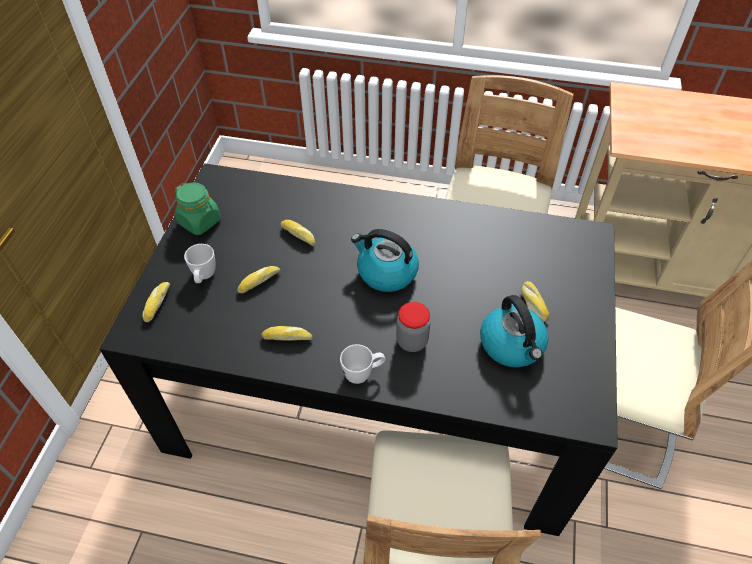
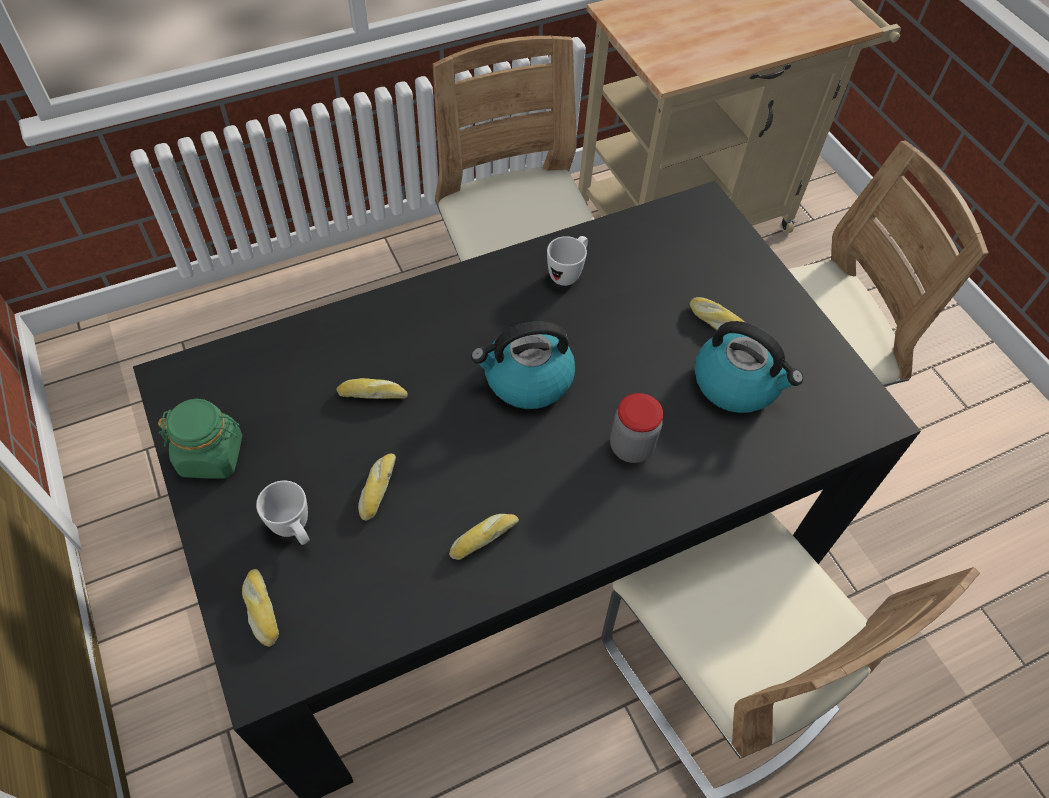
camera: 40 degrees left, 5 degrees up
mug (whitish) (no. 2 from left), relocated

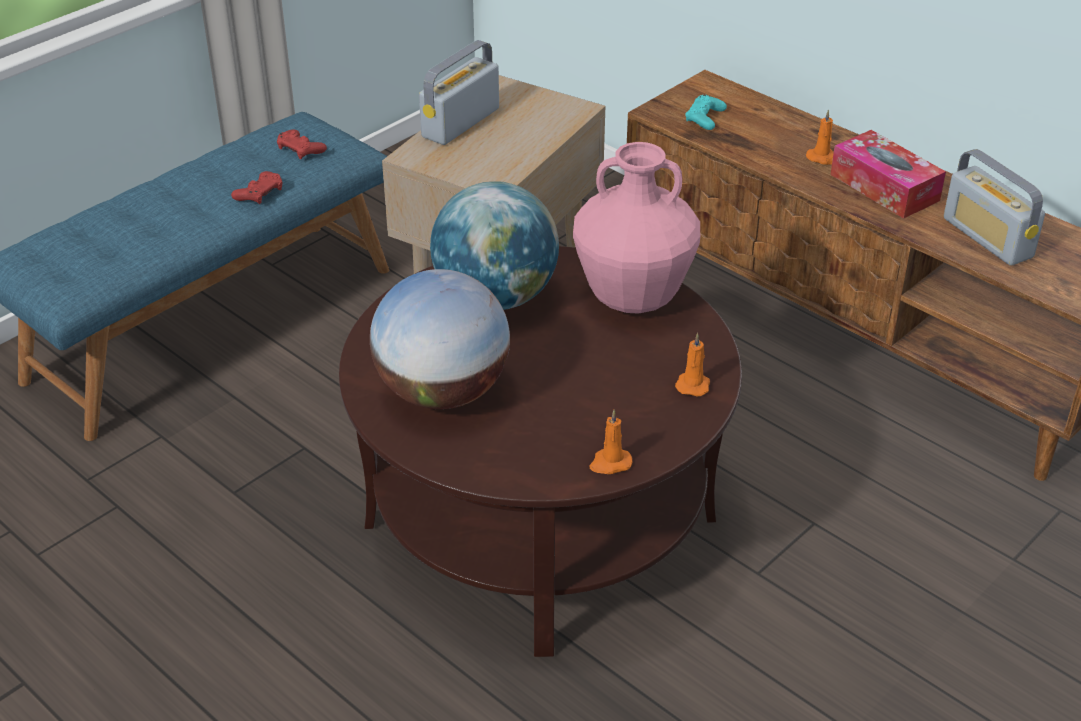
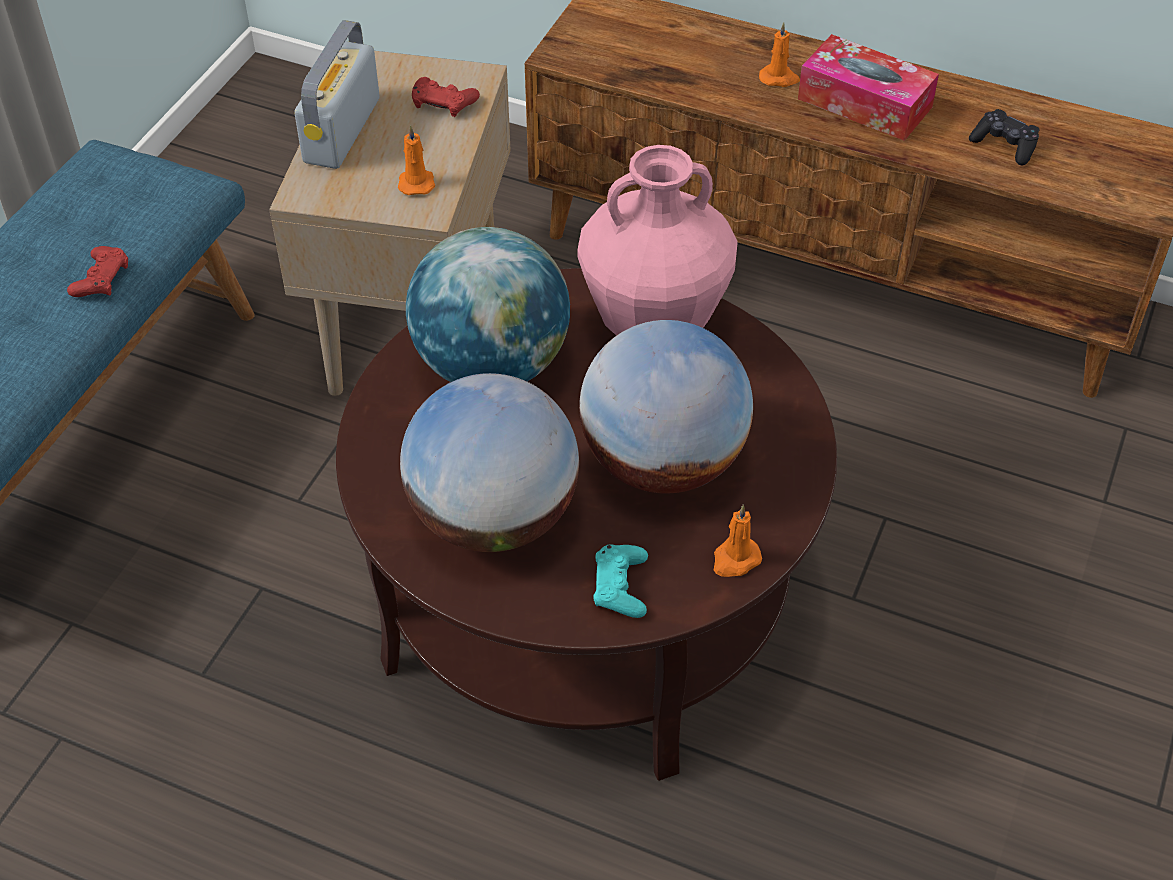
camera: 20 degrees left, 10 degrees up
wax candle (orangey) (no. 2 from left in the first image) → wax candle (orangey) (no. 1 from left), relocated
game controller (red) (no. 2 from left), relocated
- → world globe (no. 3 from left)
game controller (blue-green), relocated
radio set (no. 2 from left) → game controller (black)

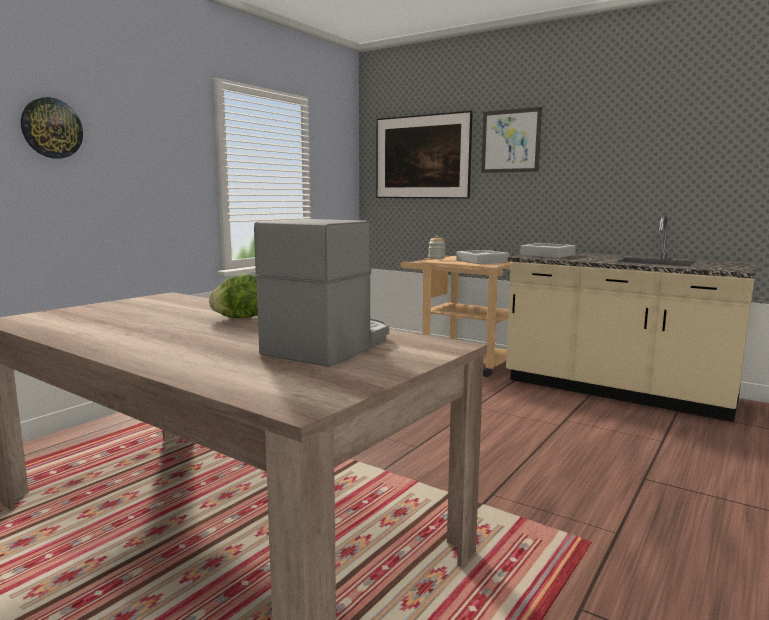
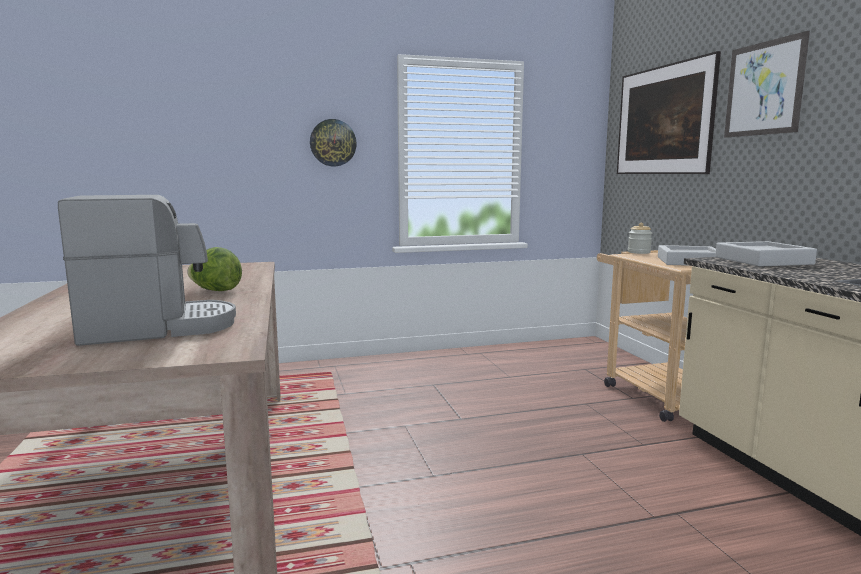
camera: 40 degrees right, 0 degrees up
hanging clock, relocated

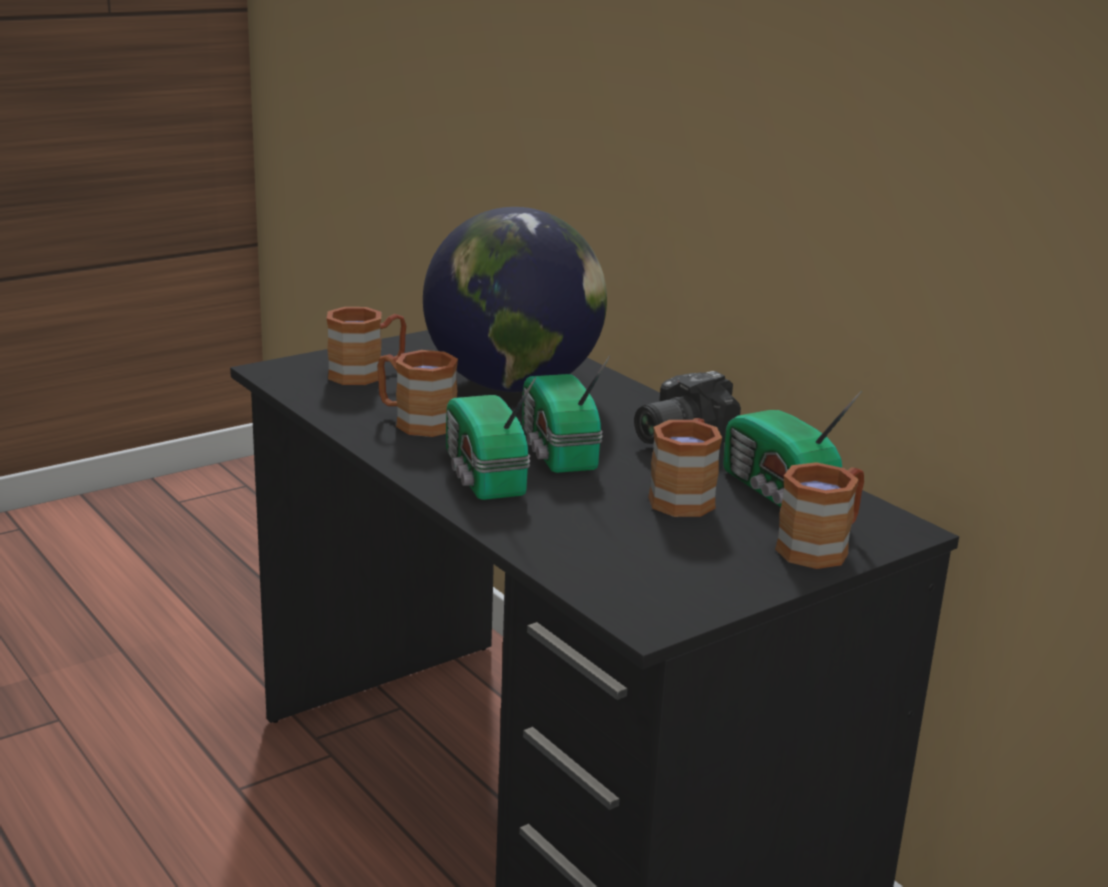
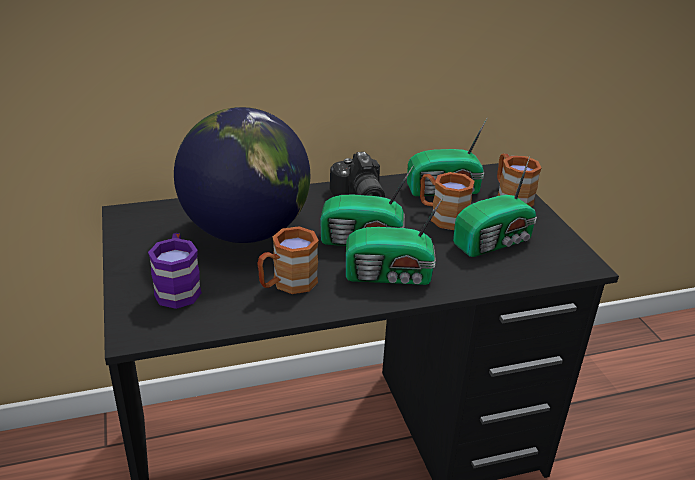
camera: 70 degrees left, 10 degrees up
mug (brownish) (no. 1 from left) → mug (purple-coloured)
- → radio set (no. 4 from left)

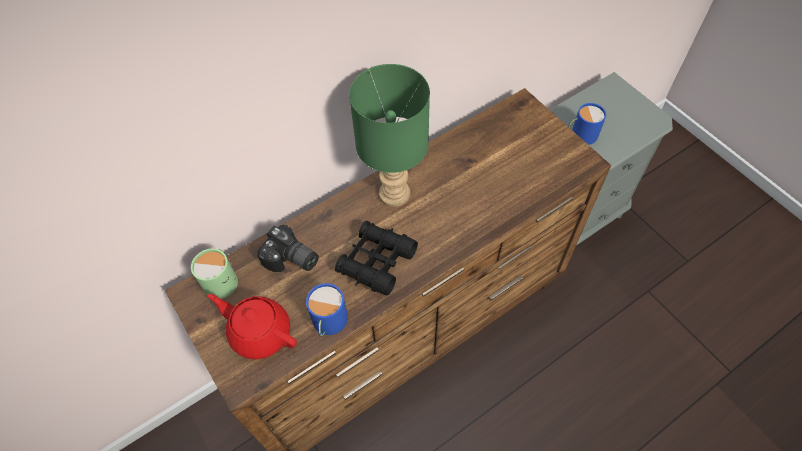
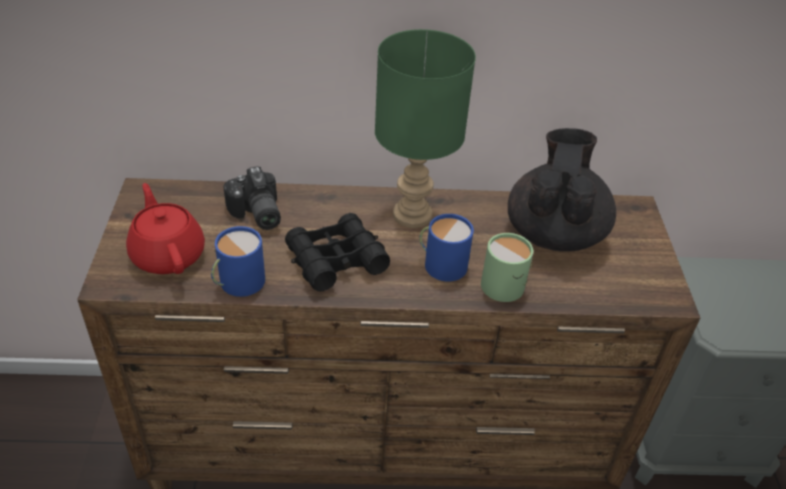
camera: 30 degrees right, 15 degrees down
mug (blue-coloured) (no. 2 from left), relocated
mug (greenish), relocated
- → teapot (black)

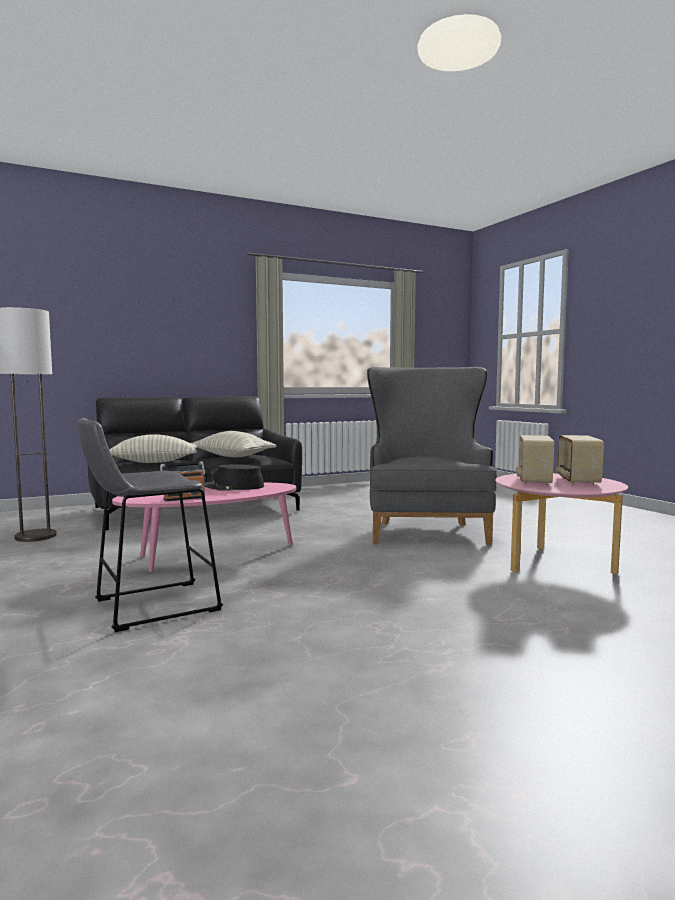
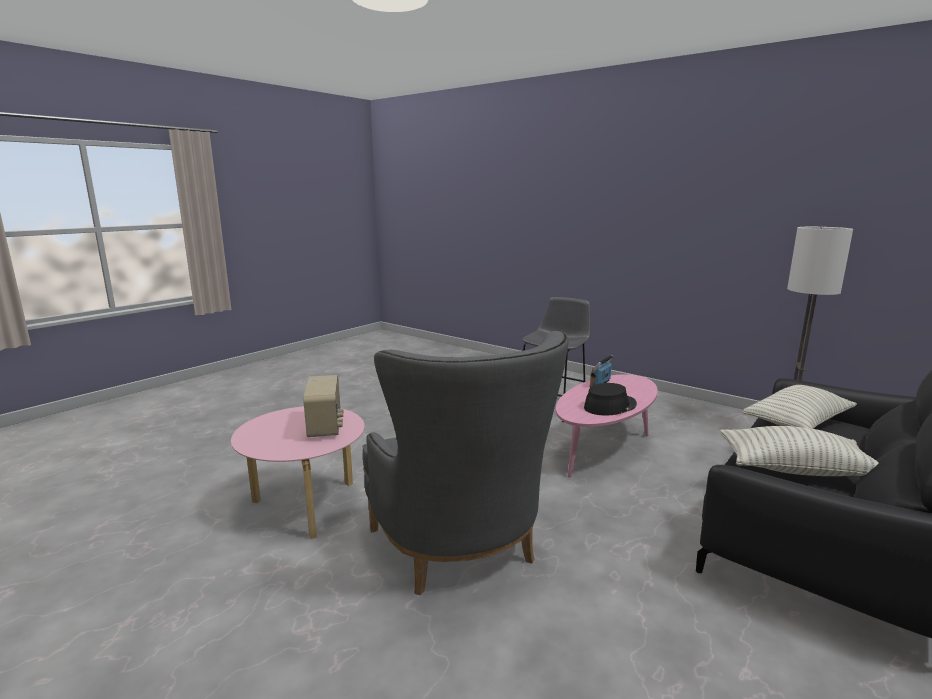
camera: 155 degrees right, 10 degrees up
radio set (no. 3 from left) → -

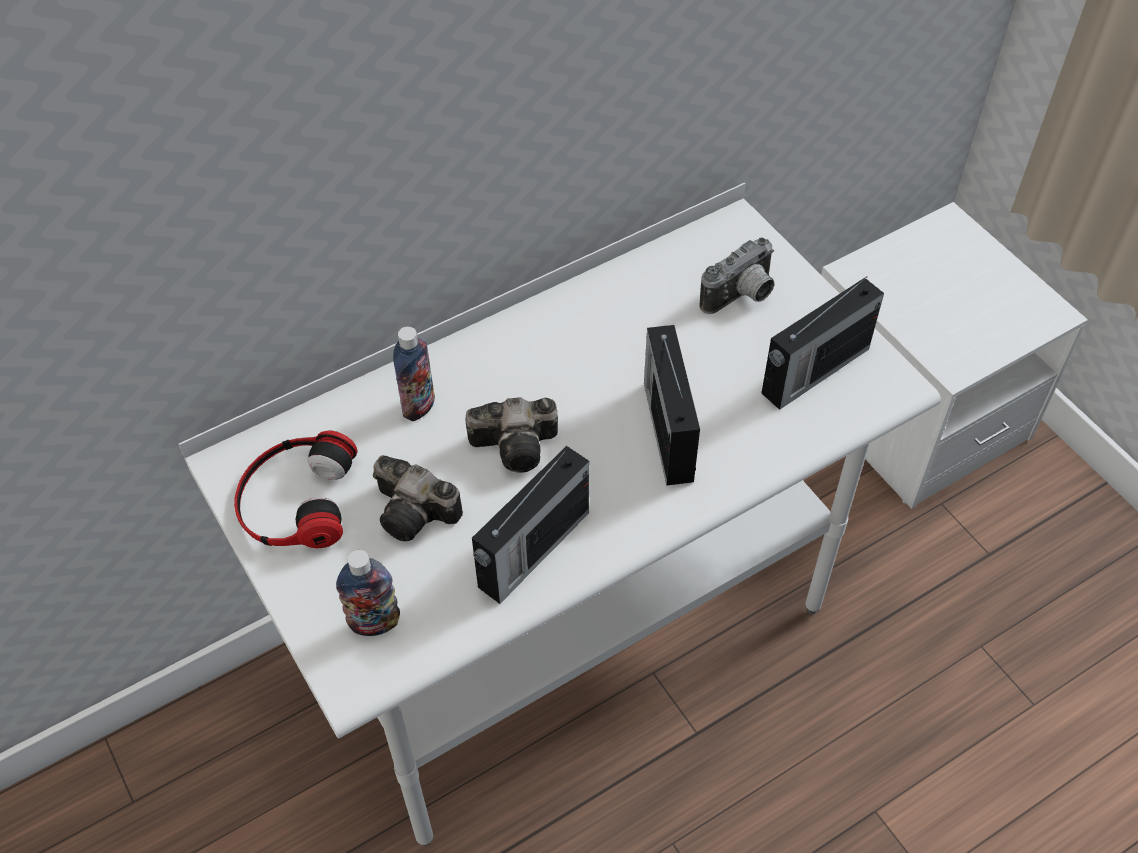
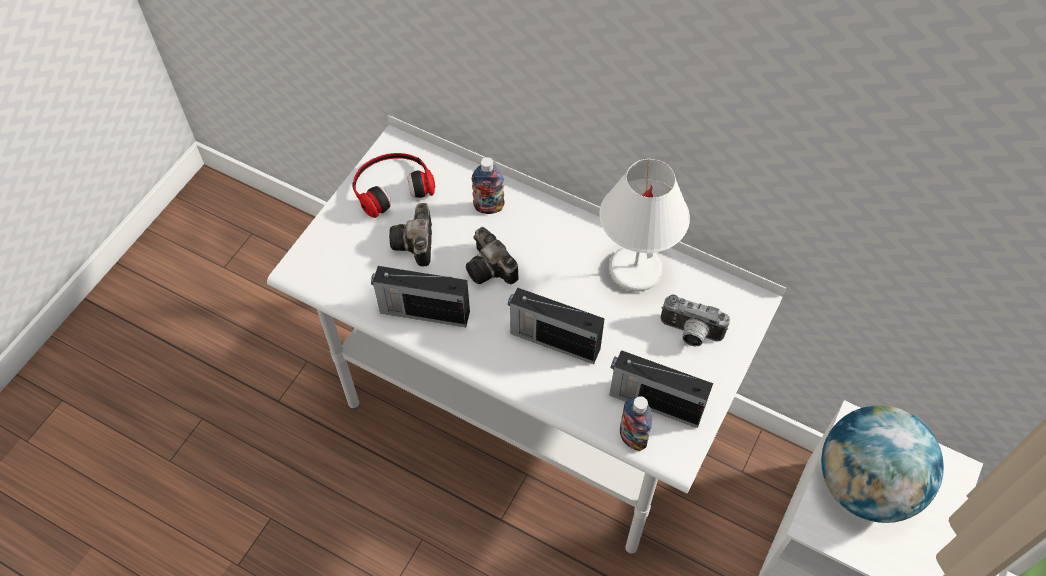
camera: 60 degrees right, 5 degrees up
radio set (no. 2 from left), 120 degrees counterclockwise
- → tabletop lamp (whitish)
drink bottle (no. 1 from left in the first image) → drink bottle (no. 2 from left), relocated
- → world globe

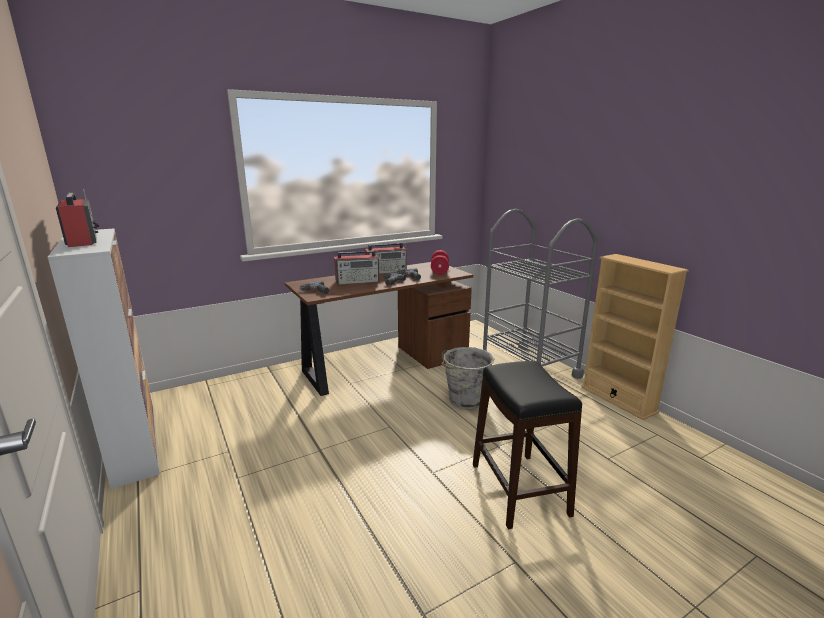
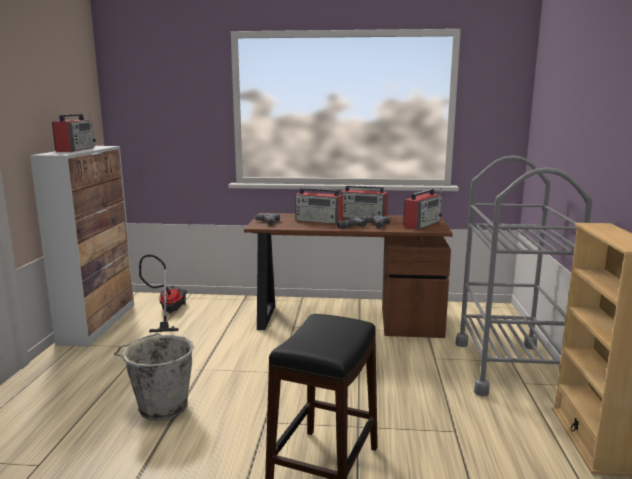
camera: 35 degrees right, 5 degrees down
pail (gray), relocated
- → vacuum
dumbbell (red) → radio set (no. 4 from left)

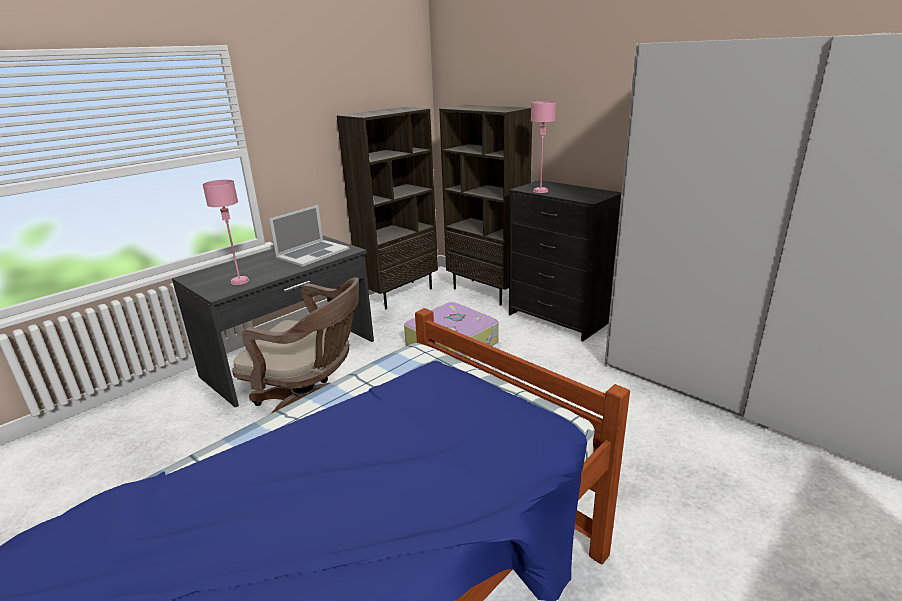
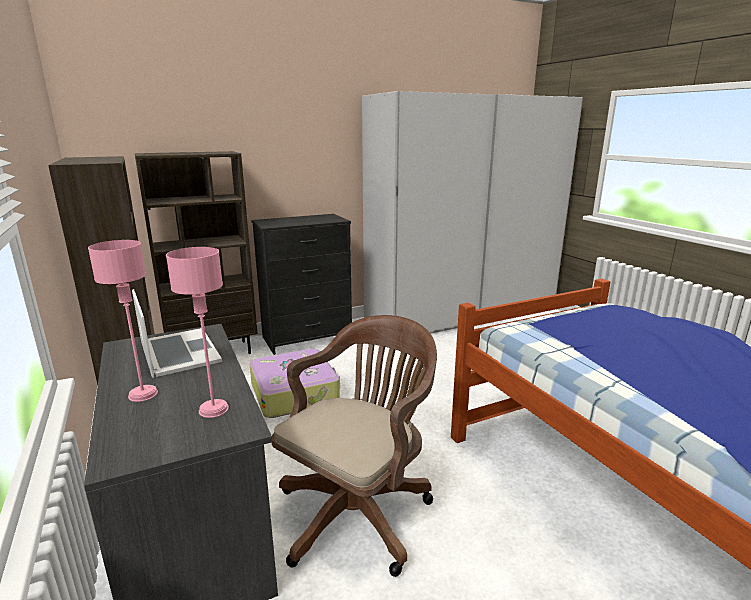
camera: 70 degrees left, 5 degrees down
tabletop lamp (pinkish) (no. 2 from left in the first image) → tabletop lamp (pinkish) (no. 1 from left), relocated

